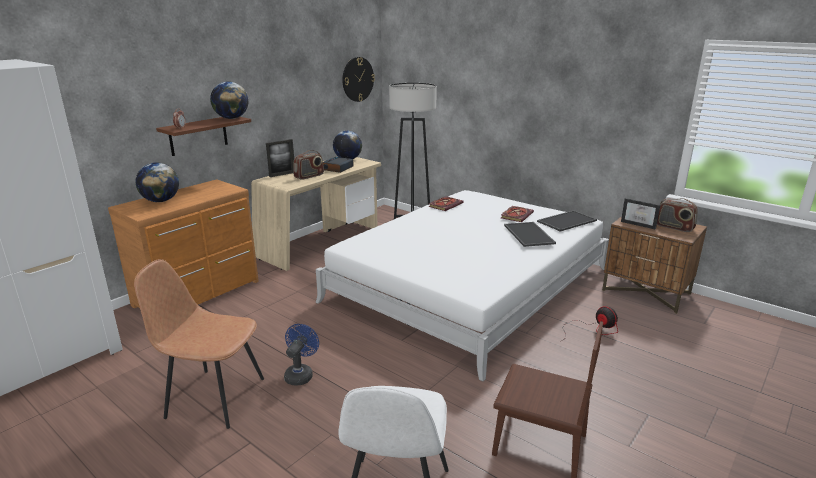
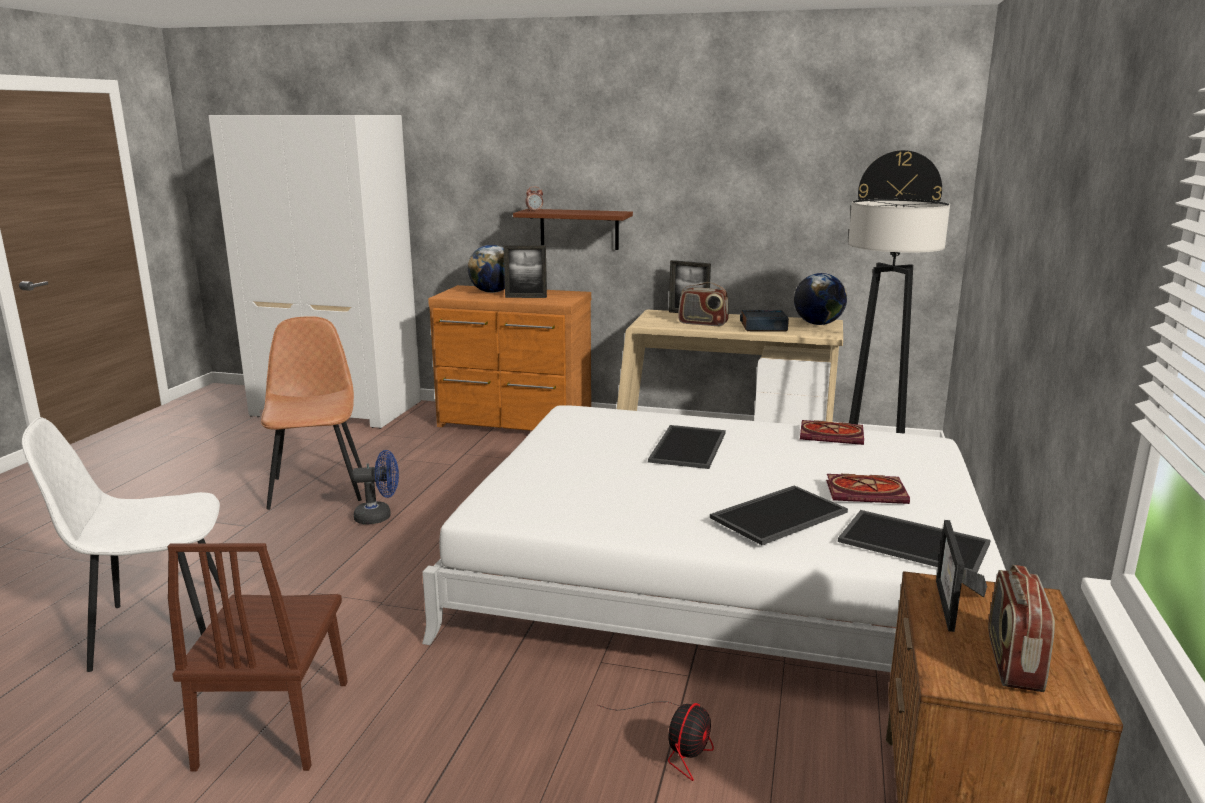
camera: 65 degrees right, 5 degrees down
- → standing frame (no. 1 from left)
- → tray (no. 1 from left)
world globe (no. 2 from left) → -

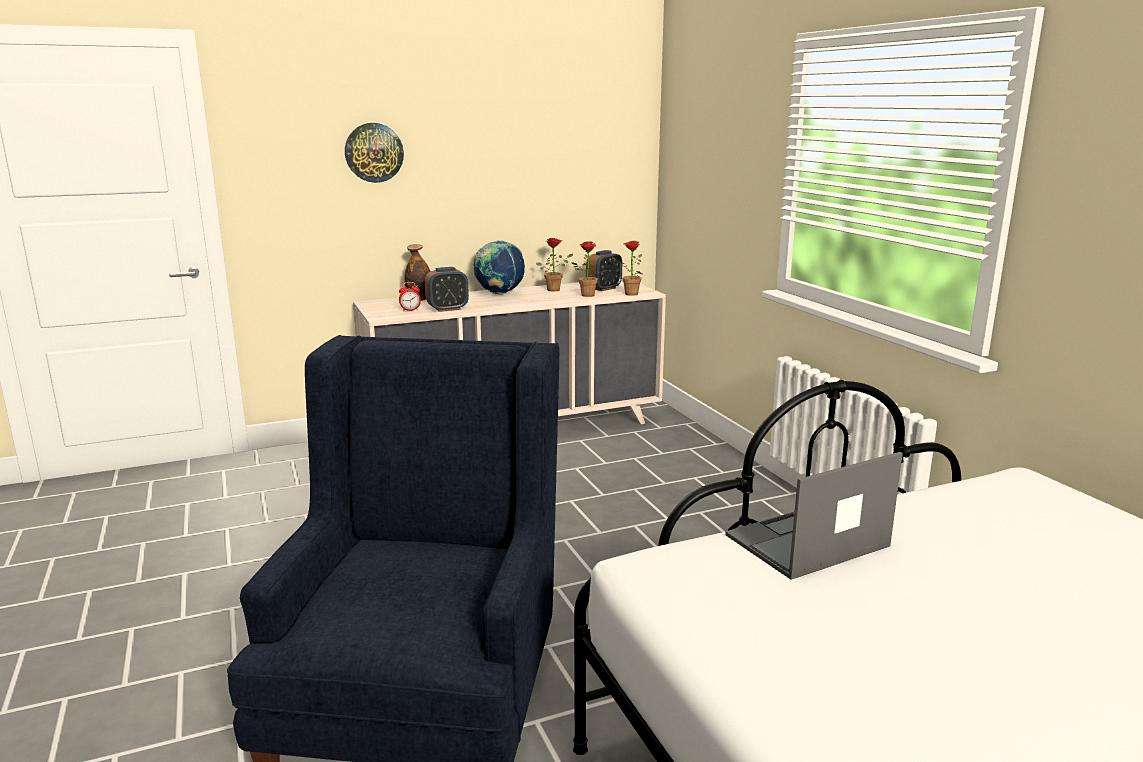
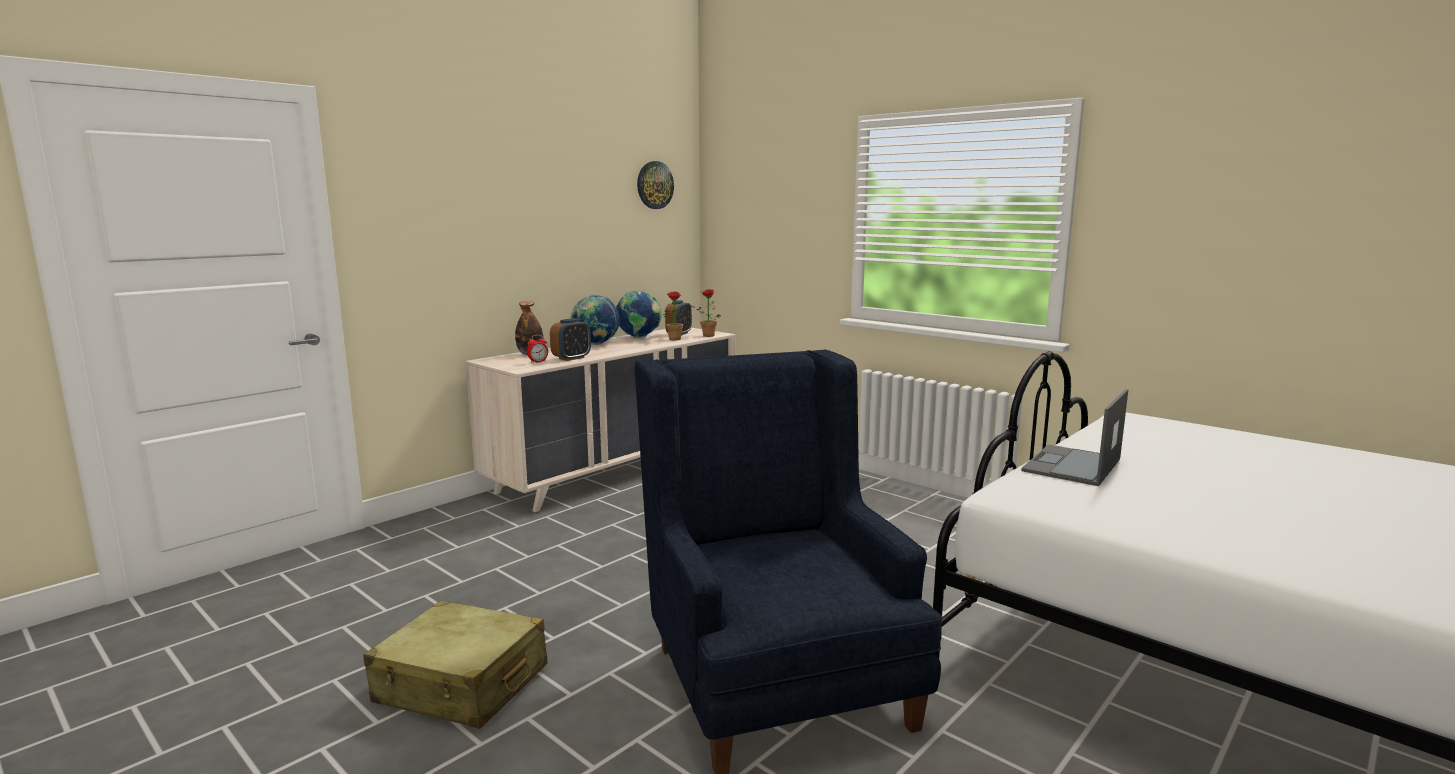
camera: 25 degrees left, 5 degrees down
- → piece of luggage (beige-coloured)
houseplant (no. 1 from left) → world globe (no. 2 from left)
hanging clock, relocated

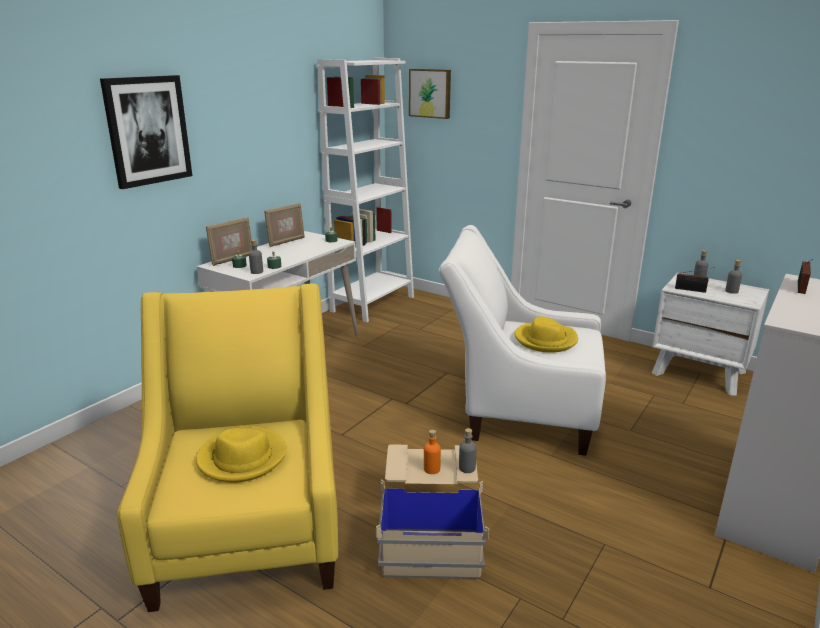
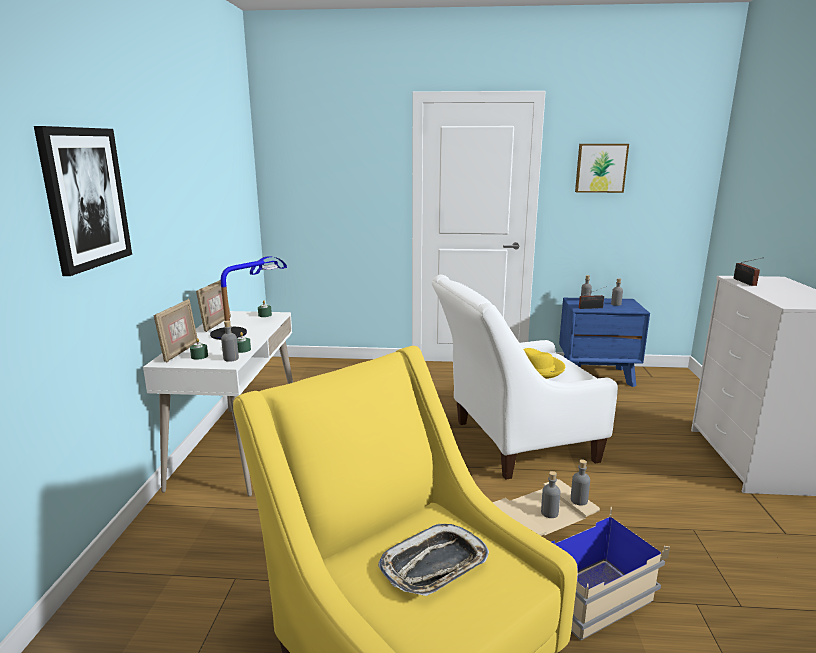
camera: 30 degrees left, 5 degrees down
- → tabletop lamp
clothing hat (yellow) (no. 1 from left) → tray
drink bottle (orangey) → drink bottle (gray) (no. 2 from left)
nightstand (whitish) → nightstand (blue-coloured)
wall picture (no. 2 from left), relocated
bookshelf (whitish) → -

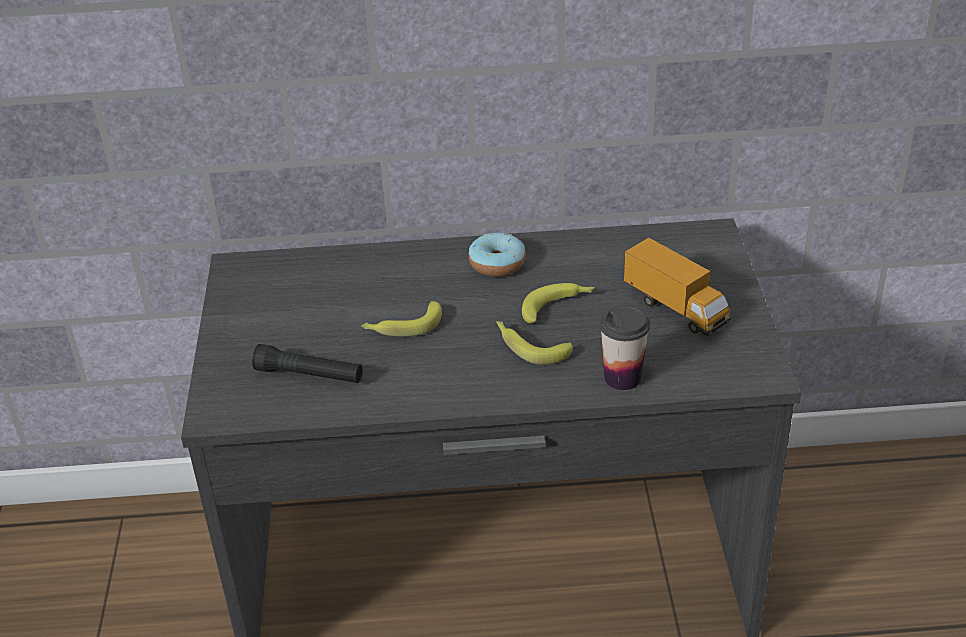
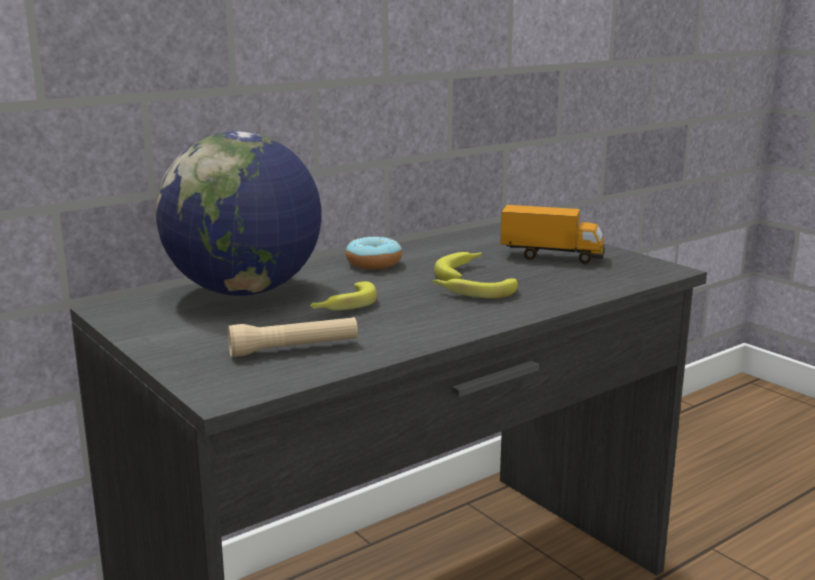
camera: 35 degrees left, 20 degrees down
- → world globe
flashlight (black) → flashlight (beige-coloured)
cup → -

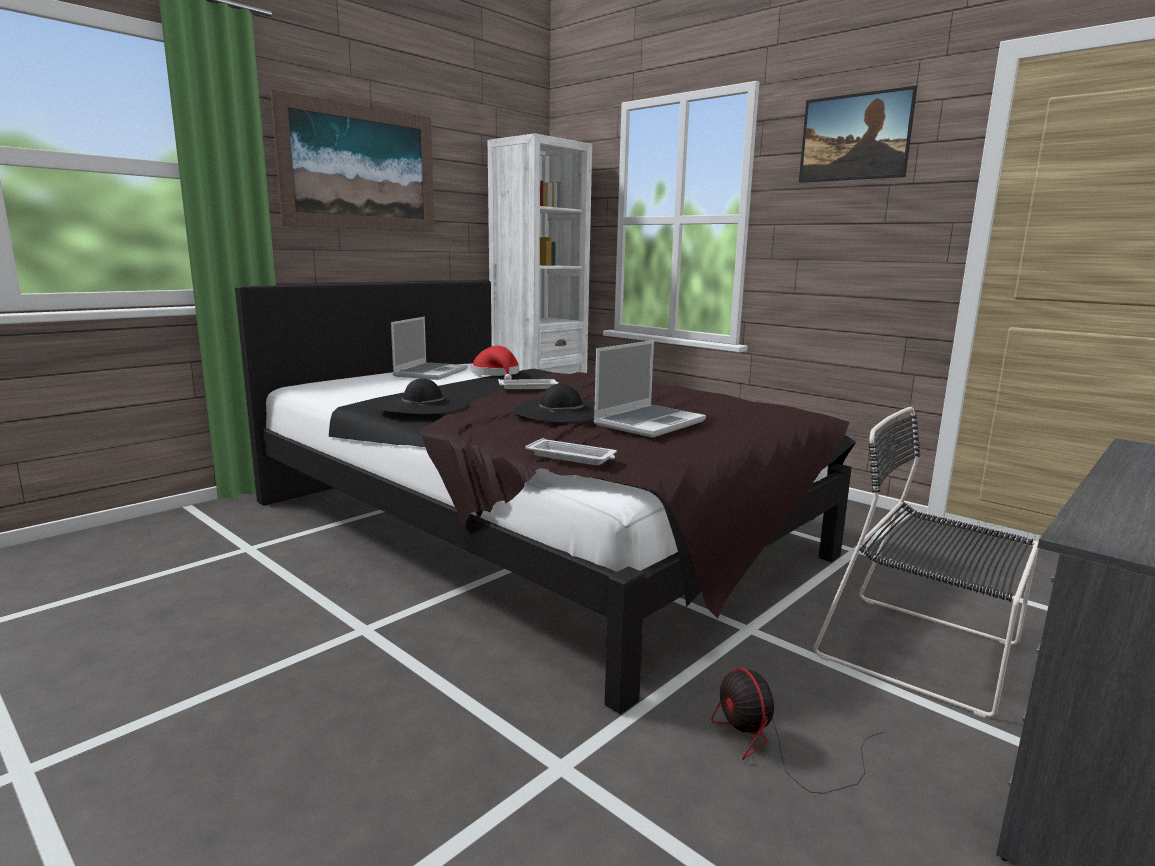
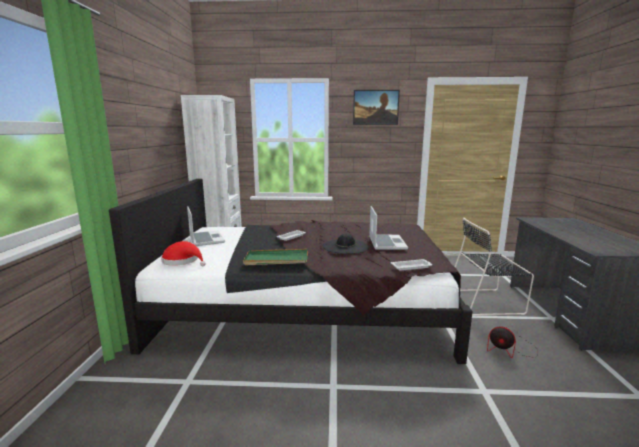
camera: 40 degrees left, 0 degrees up
clothing hat (red), relocated
clothing hat (black) (no. 1 from left) → tray (greenish)
wall picture (no. 1 from left) → -

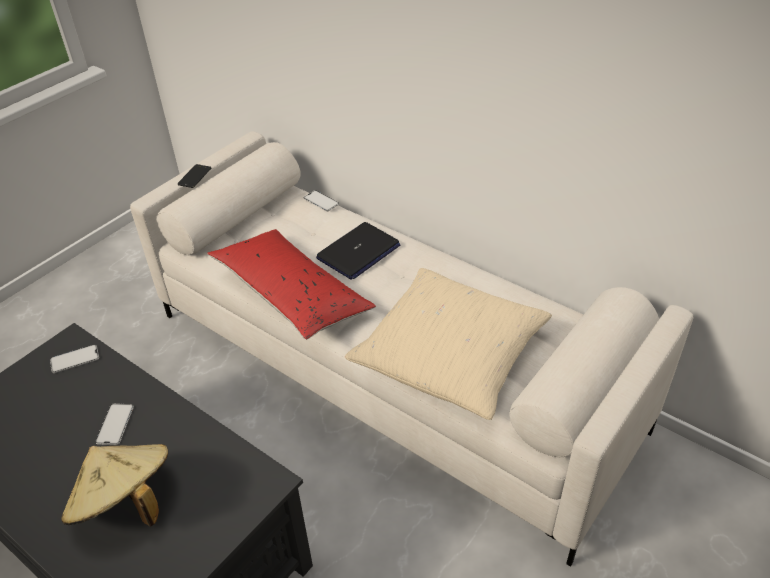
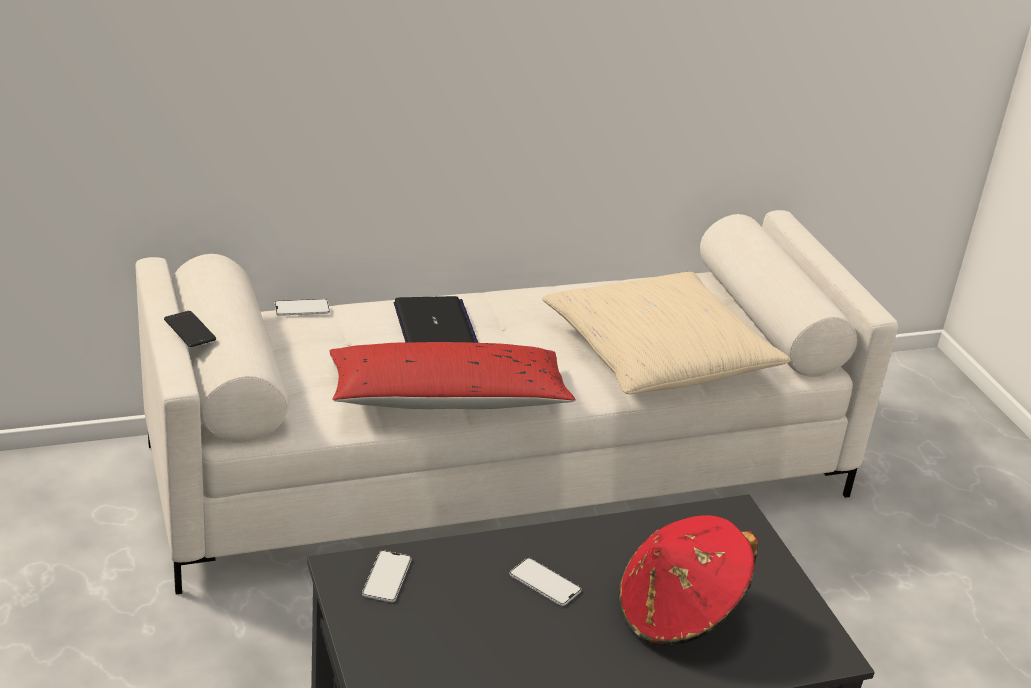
camera: 60 degrees left, 10 degrees down
clothing hat (beige-coloured) → clothing hat (red)

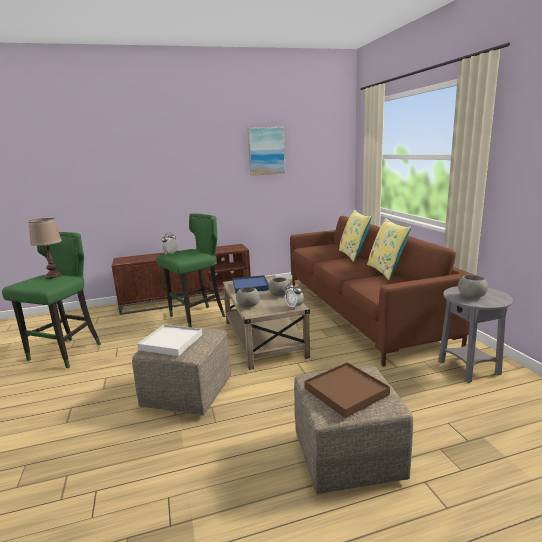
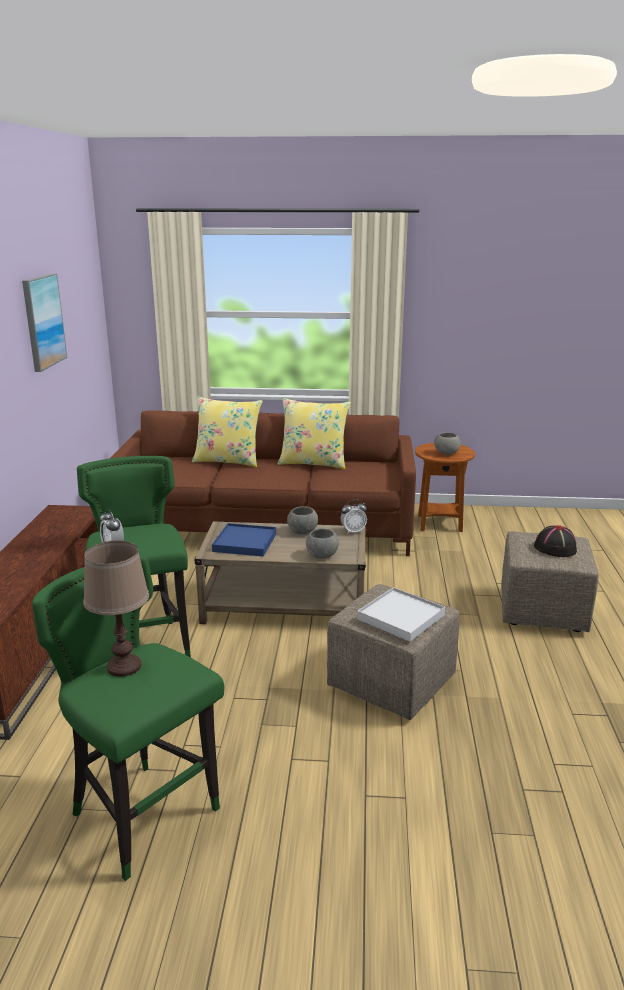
camera: 70 degrees left, 5 degrees up
end table (gray) → end table (brownish)
tray (brownish) → clothing hat (black)

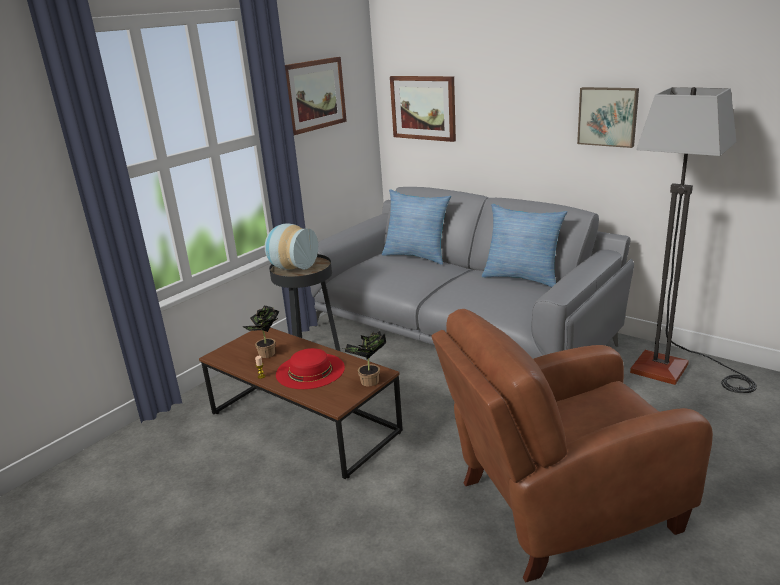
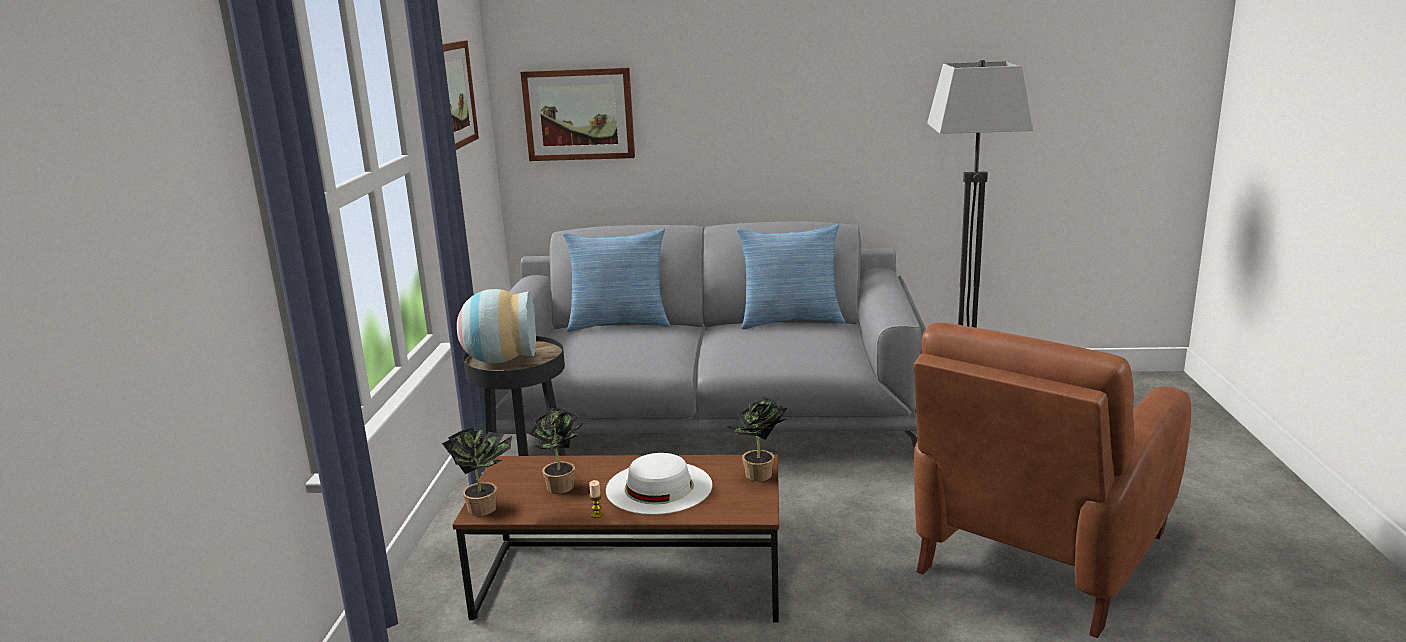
camera: 35 degrees left, 5 degrees down
- → houseplant (no. 1 from left)
clothing hat (red) → clothing hat (whitish)
wall picture (no. 3 from left) → -

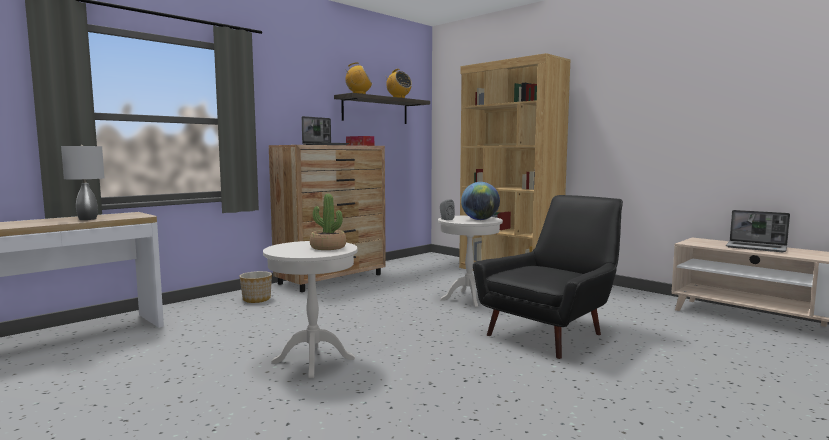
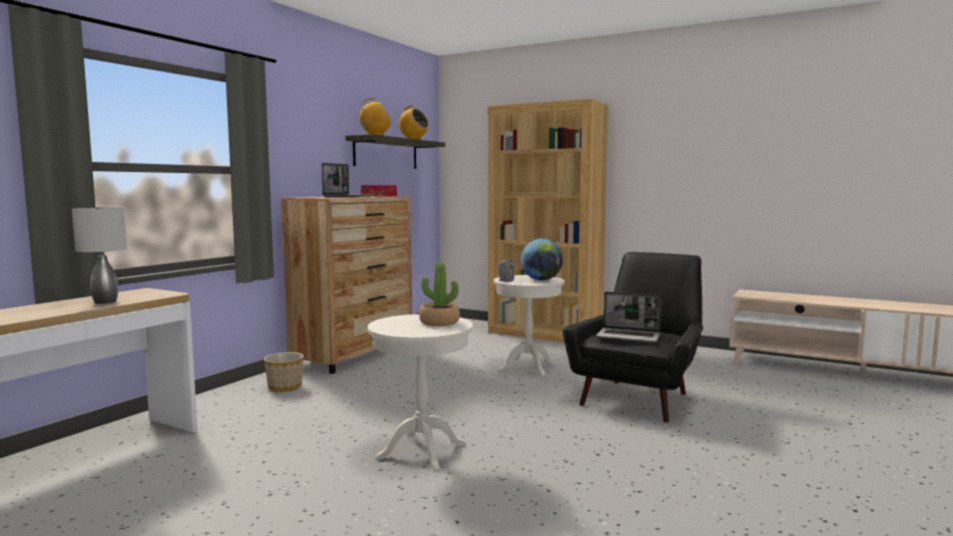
camera: 15 degrees left, 0 degrees up
laptop (no. 2 from left), relocated

